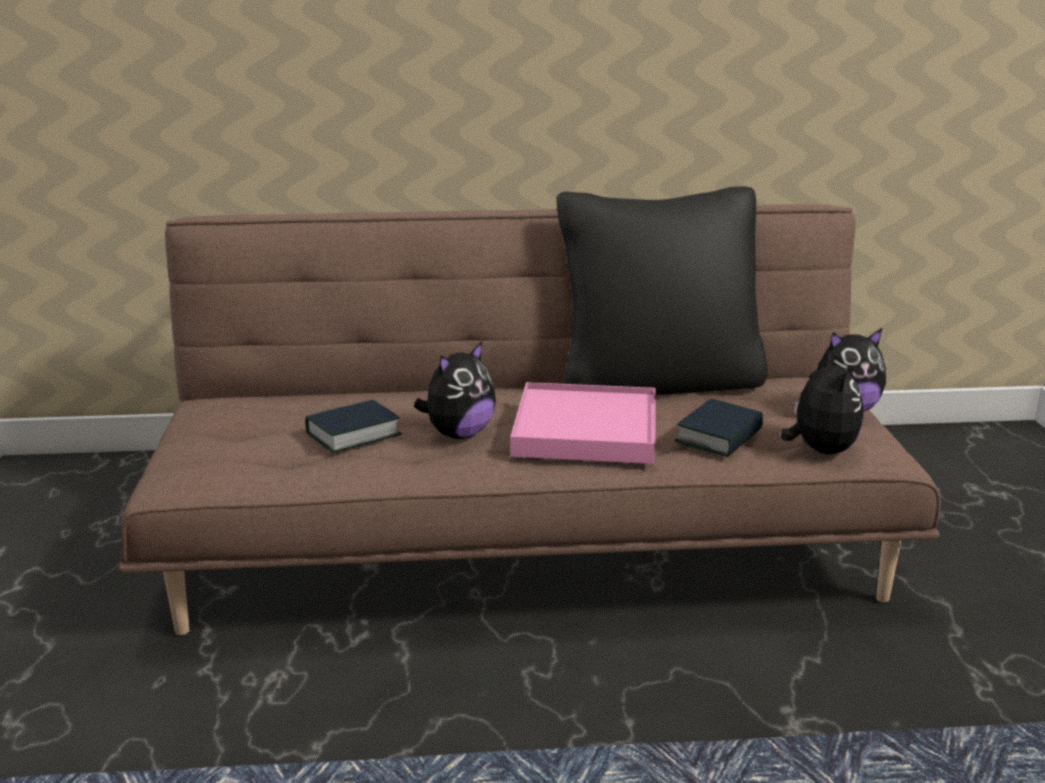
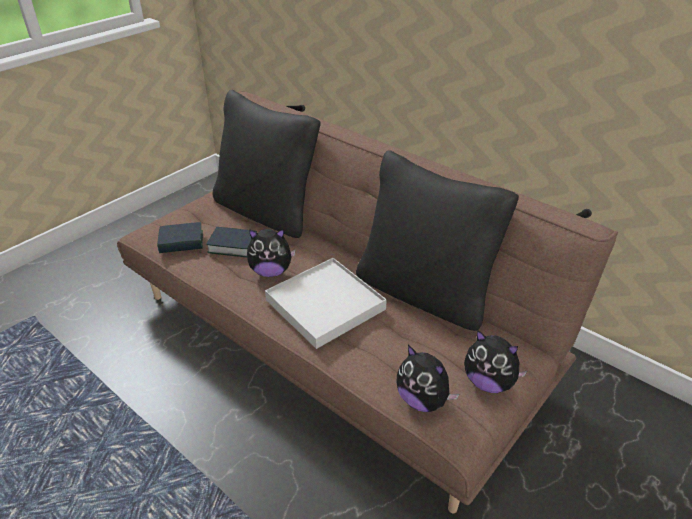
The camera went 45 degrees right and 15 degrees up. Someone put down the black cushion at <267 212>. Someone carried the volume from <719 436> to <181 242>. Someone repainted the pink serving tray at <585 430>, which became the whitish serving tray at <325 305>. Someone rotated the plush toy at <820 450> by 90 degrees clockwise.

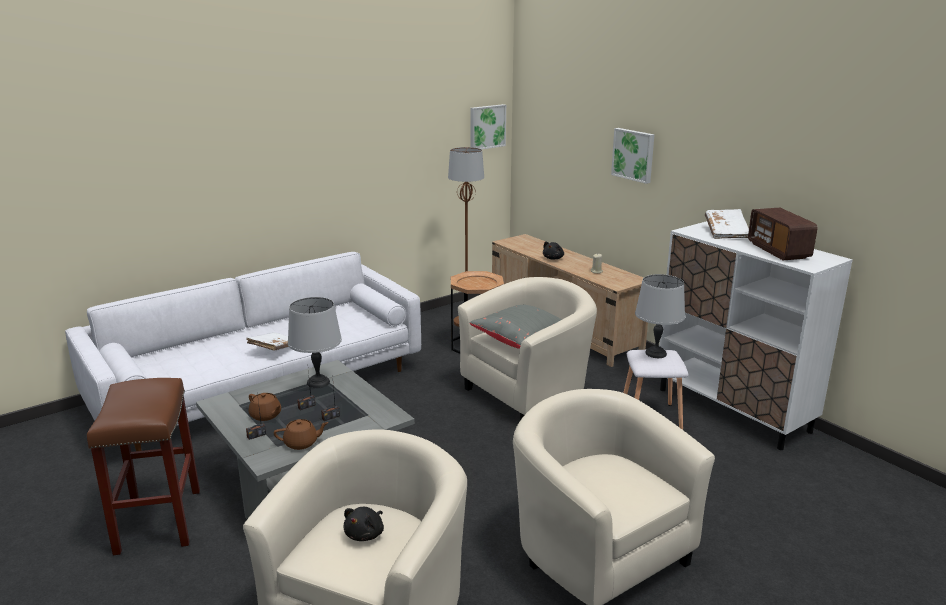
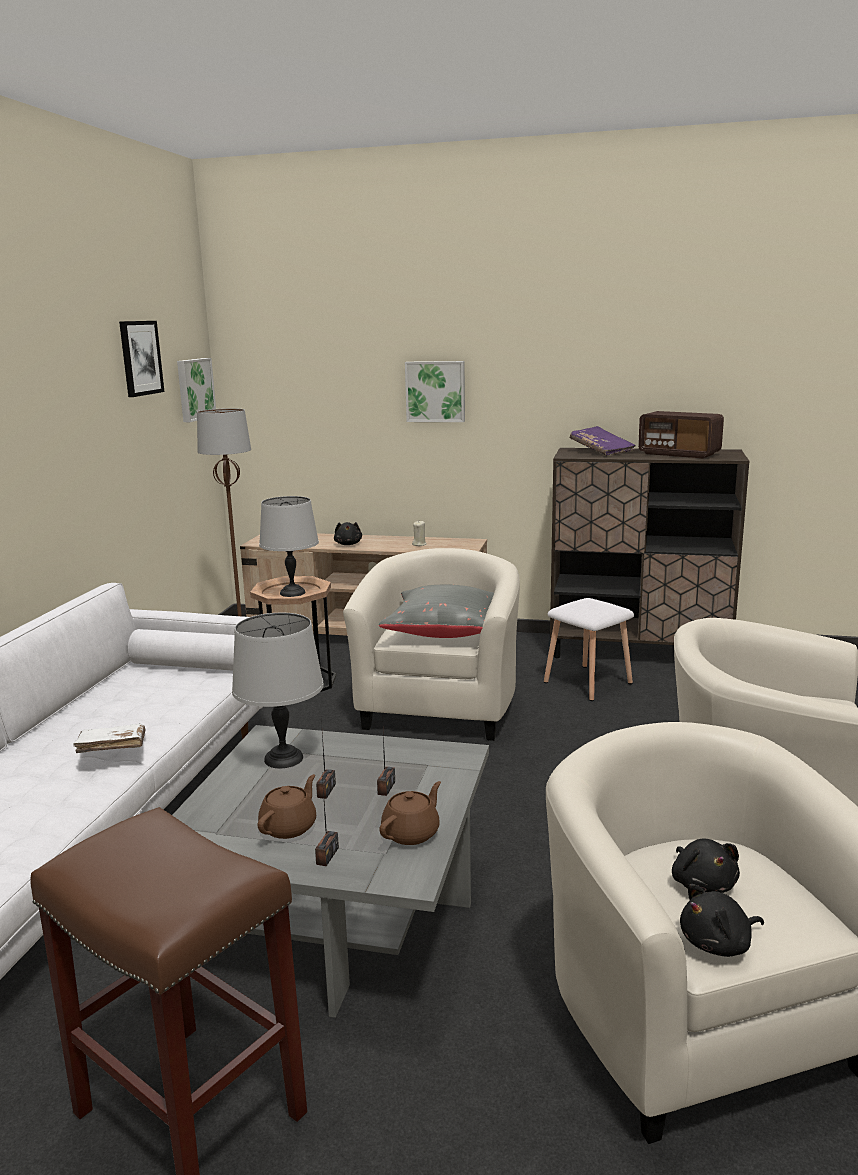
The camera went 40 degrees left and 5 degrees down. Someone put up the picture at <140 358>. Someone put down the black plush toy at <718 944>. Someone carried the greyish table lamp from <656 353> to <293 592>. Someone repainted the whitish storage cabinet at <733 410>, which became the brownish storage cabinet at <639 652>. Someone repainted the whitish volume at <726 232>, which became the purple-coloured volume at <601 451>. Someone rotated the brownish teapot at <266 416> by 60 degrees counterclockwise.

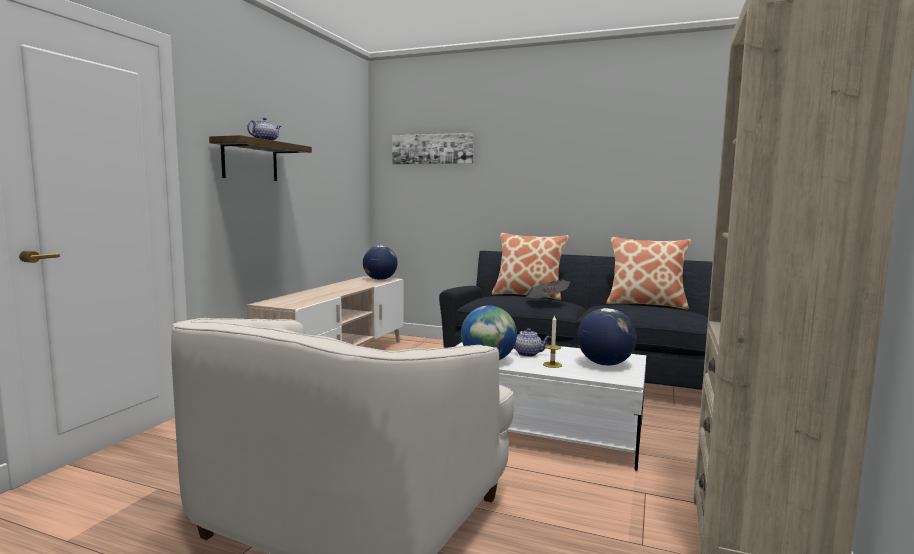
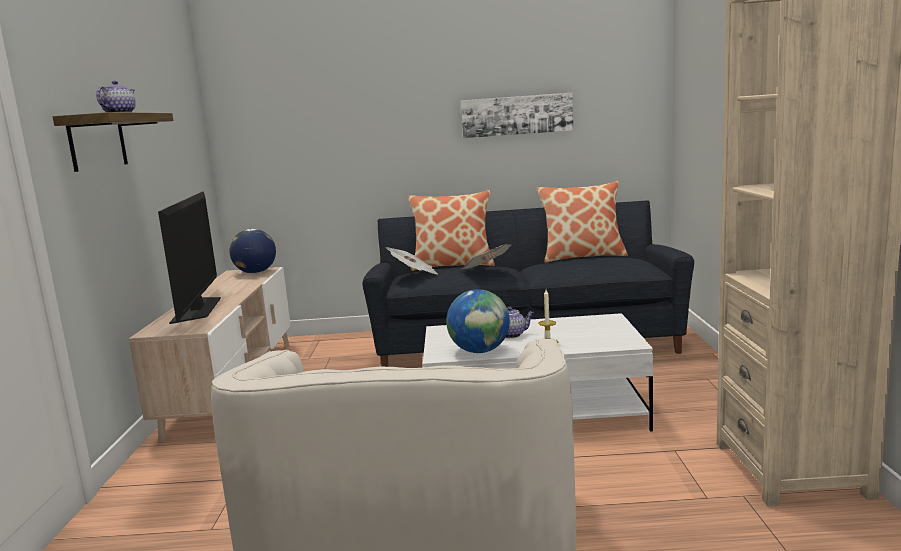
The camera went 20 degrees left and 5 degrees up. Someone took away the globe at <604 364>. Someone put down the TV set at <197 309>. Someone put down the daily paper at <414 274>. Someone carried the picture from <432 149> to <516 115>.

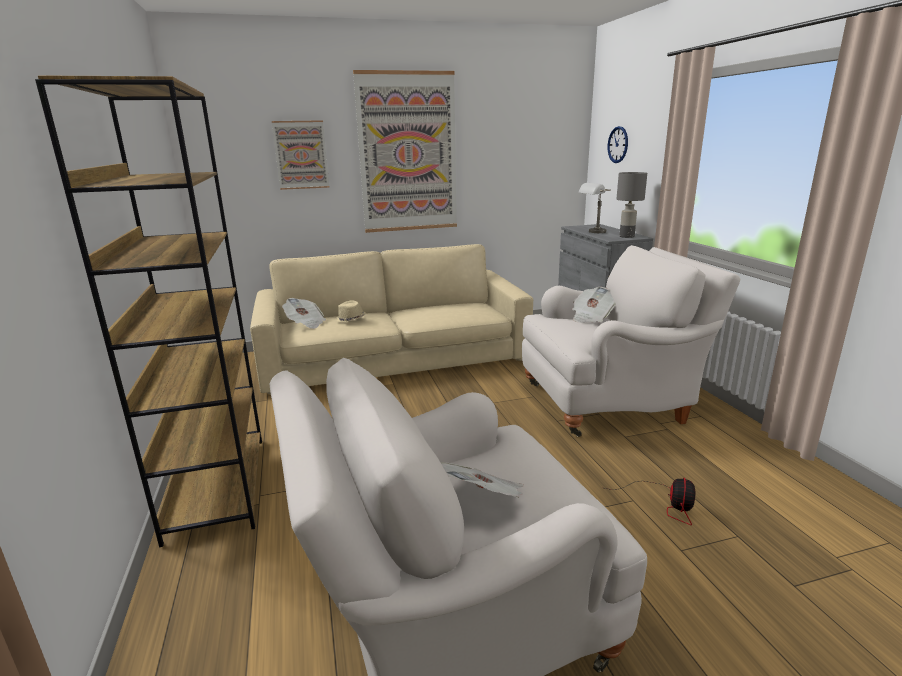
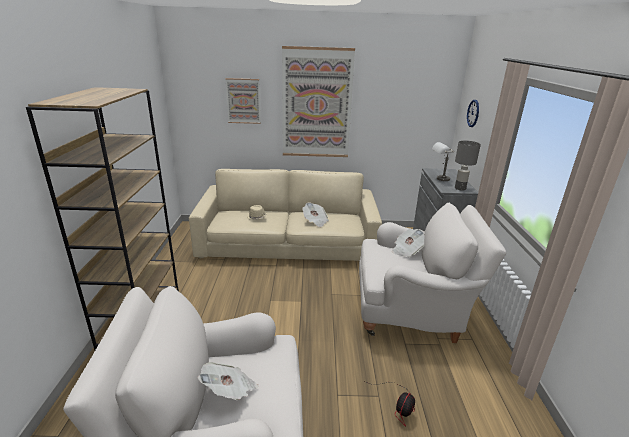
The camera went 15 degrees right and 5 degrees up. Someone carried the daily paper from <305 323> to <315 221>.

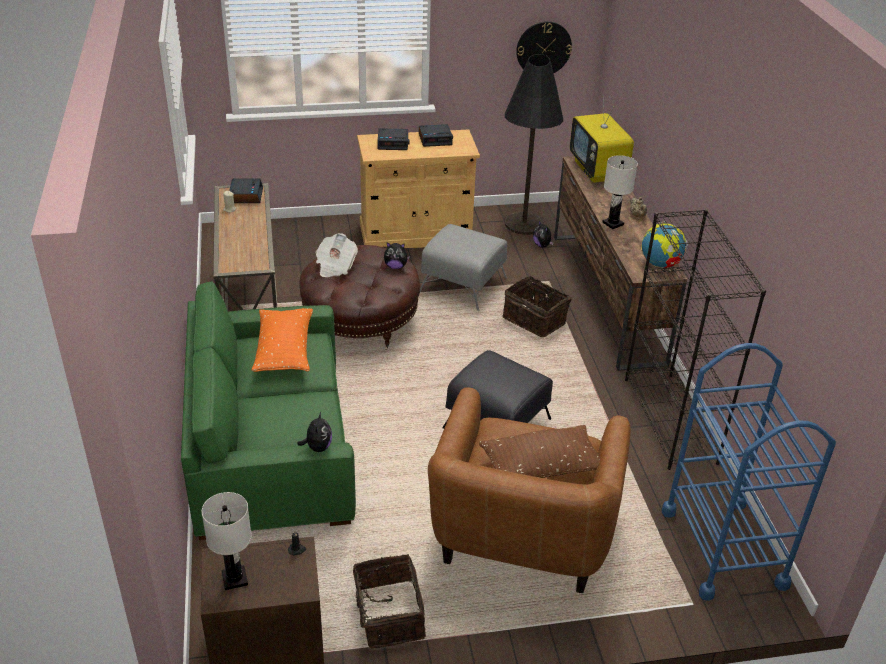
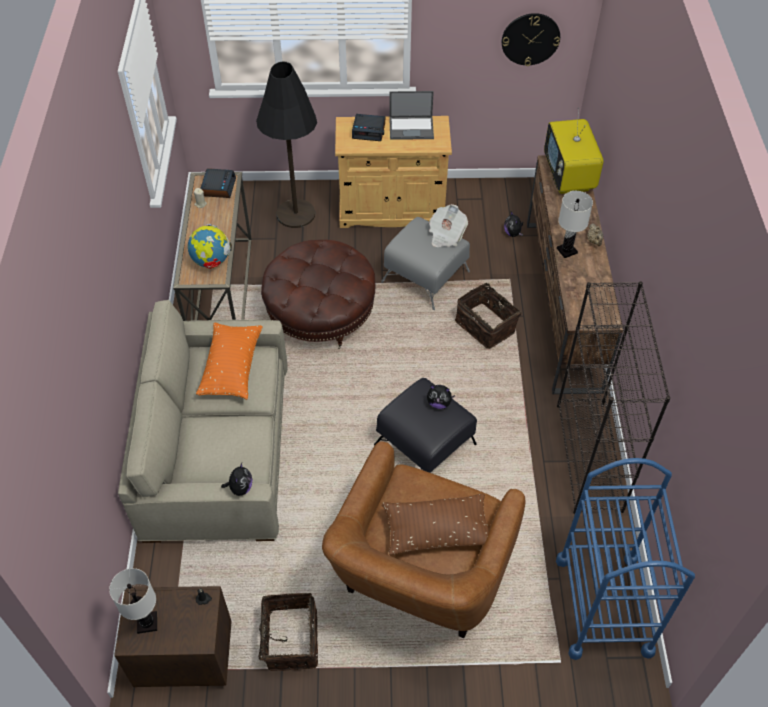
The camera went 10 degrees right and 15 degrees up. Someone carried the daily paper from <335 266> to <446 235>. Someone carried the plush toy from <395 266> to <439 403>. Someone carried the black floor lamp from <524 224> to <295 214>. Someone carried the globe from <660 264> to <212 261>. Someone swapped the bedside clock at <435 139> for the laptop at <412 128>. Someone repainted the greenish couch at <269 445>, which became the beige couch at <216 448>.

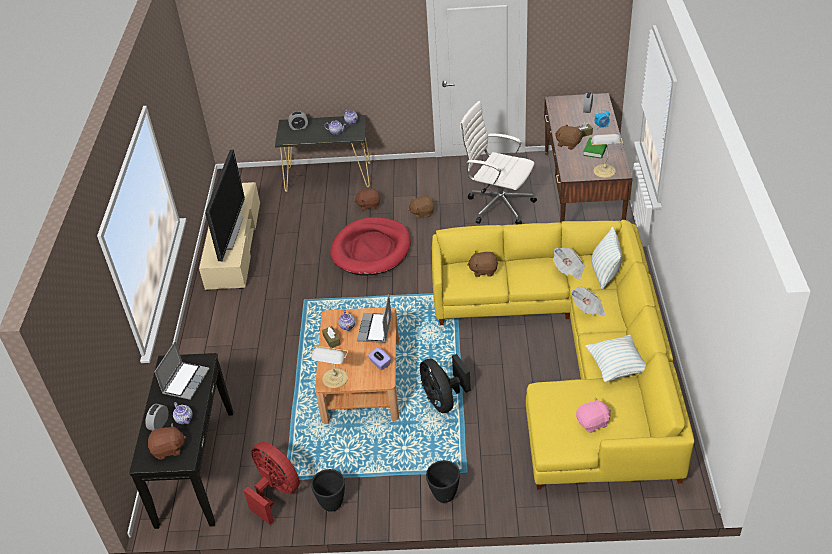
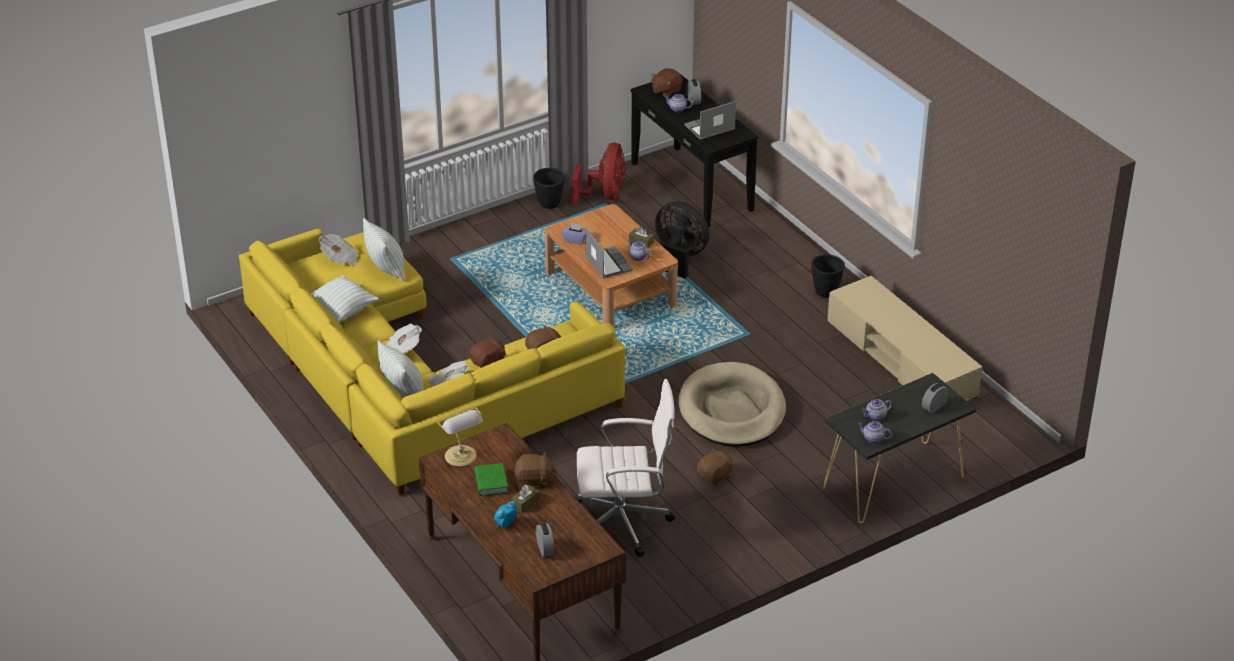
The camera went 145 degrees right and 5 degrees down. Someone took away the TV set at <230 233>. Someone took away the table lamp at <334 379>. Someone put down the cushion at <386 269>. Someone carried the brownish plush toy from <368 205> to <488 364>. Someone carried the black electric fan from <443 399> to <679 257>. Someone carried the black flower pot from <444 495> to <826 292>. Someone swapped the pink plush toy at <593 423> for the daily paper at <340 259>. Someone repainted the red-coloured dog cushion at <371 249>, which became the beige dog cushion at <732 410>. Someone rotated the laptop at <185 381> by 75 degrees clockwise. Someone rotated the red-coloured electric fan at <275 492> by 90 degrees counterclockwise.

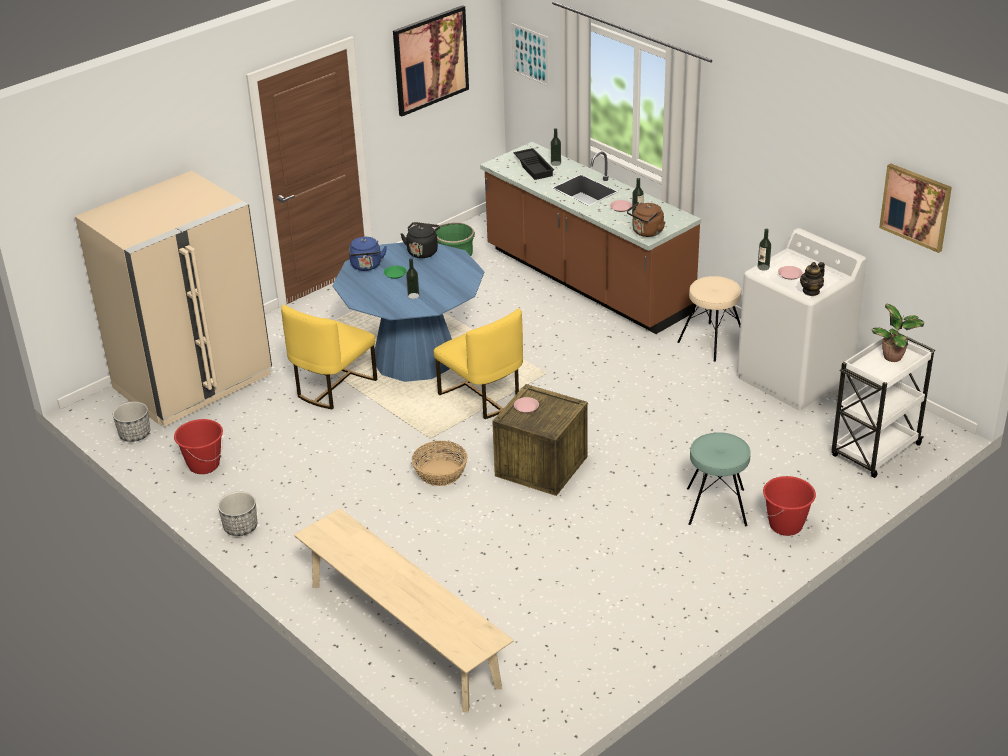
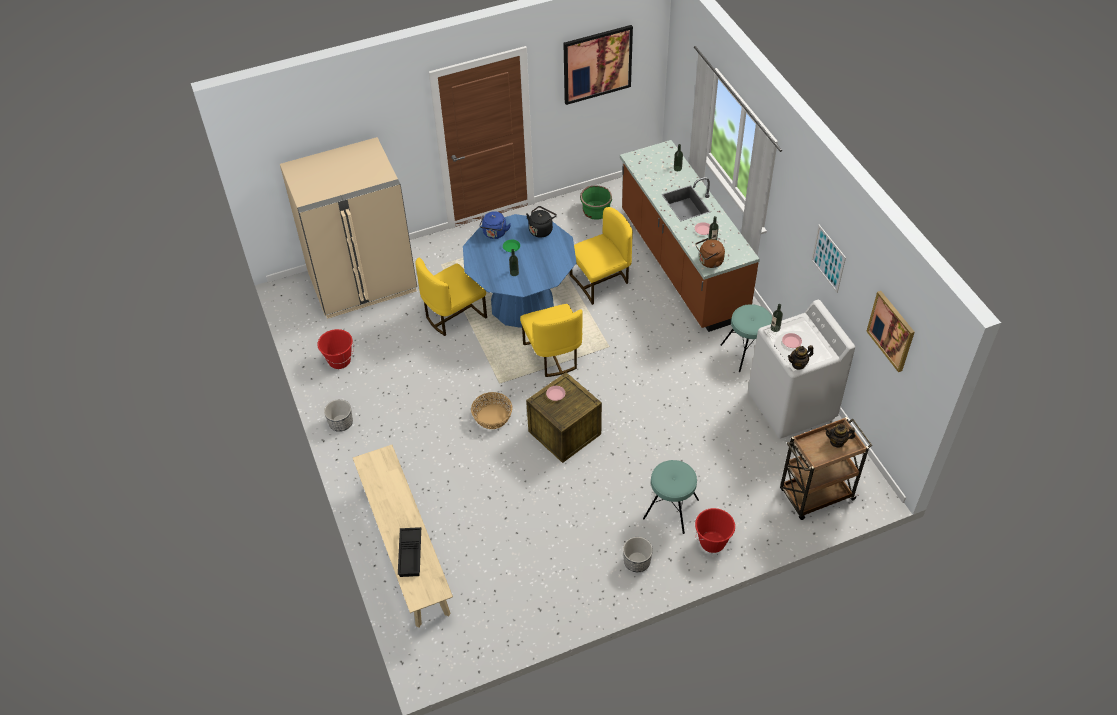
The camera went 20 degrees right and 15 degrees up. Someone put down the yellow-coloured chair at <601 281>. Someone carried the flower pot from <135 435> to <637 562>. Someone carried the picture from <530 54> to <828 258>. Someone carried the black serving tray from <534 167> to <411 554>. Someone swapped the plant in a pot at <894 357> for the teapot at <837 442>. Someone repainted the beige stool at <712 342>, which became the blue-green stool at <747 352>. Someone repainted the whitish cart at <875 451>, which became the brownish cart at <815 495>.

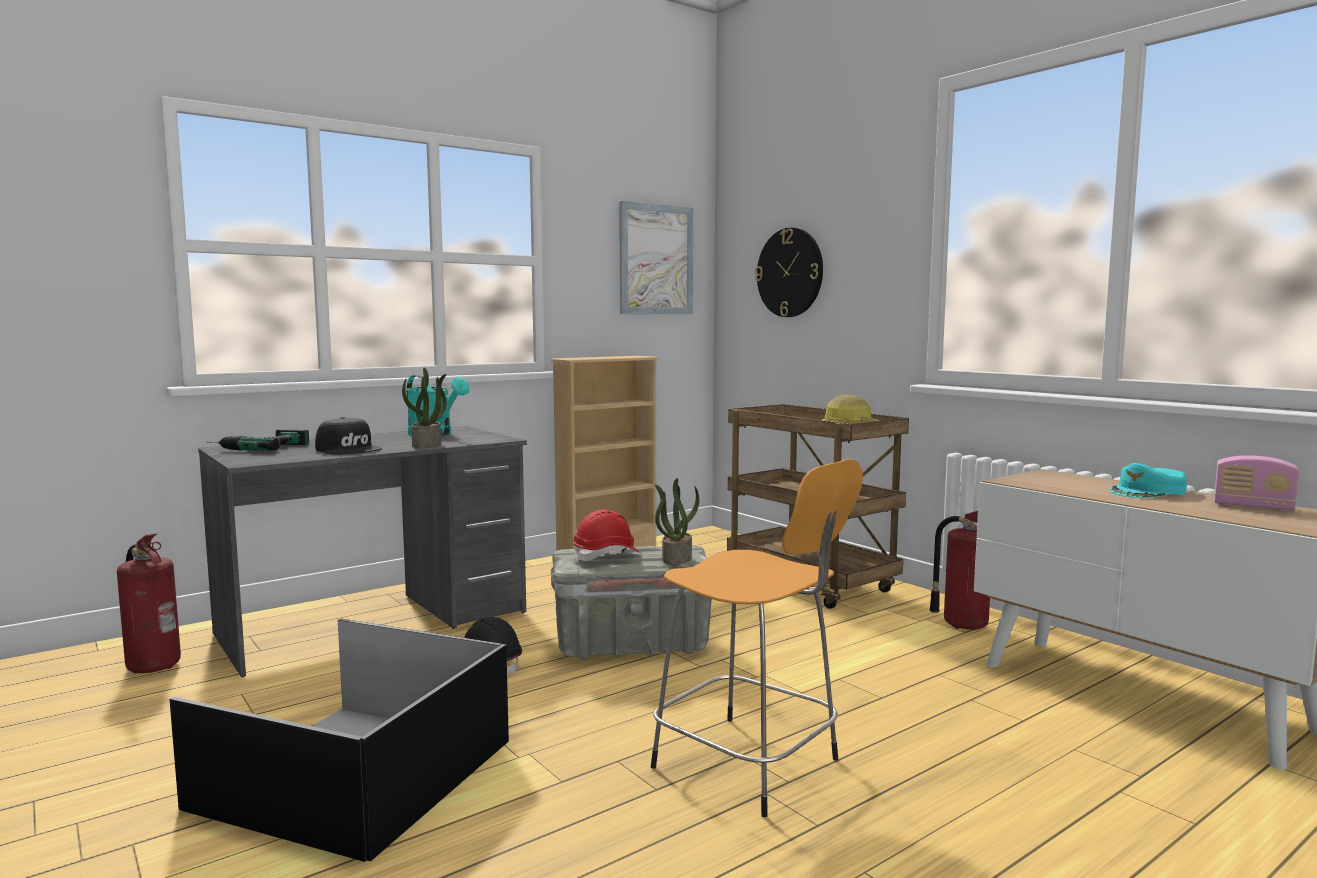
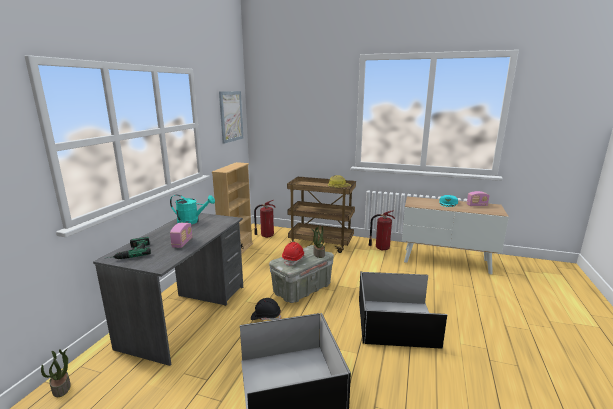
The camera went 35 degrees left and 10 degrees up. Someone took away the hanging clock at <790 272>. Someone carried the fire-fighting cylinder from <153 666> to <266 235>. Someone carried the plant in a pot from <427 445> to <62 388>. Someone swapped the black baseball cap at <349 449> for the radio set at <182 243>. Someone swapped the orange stool at <751 766> for the black storage bin at <396 322>.

